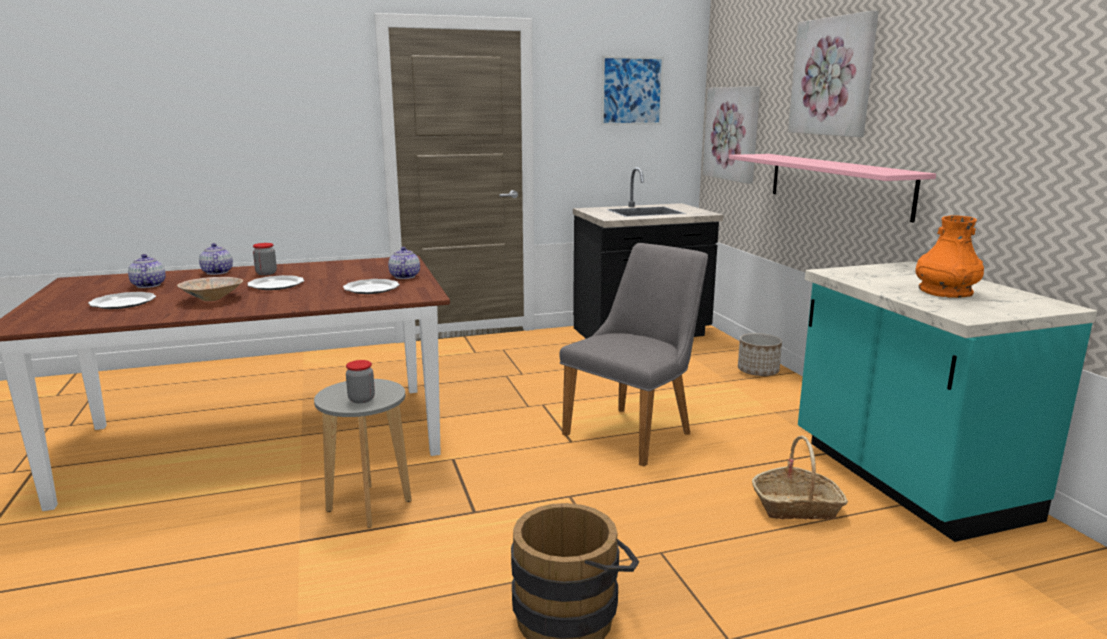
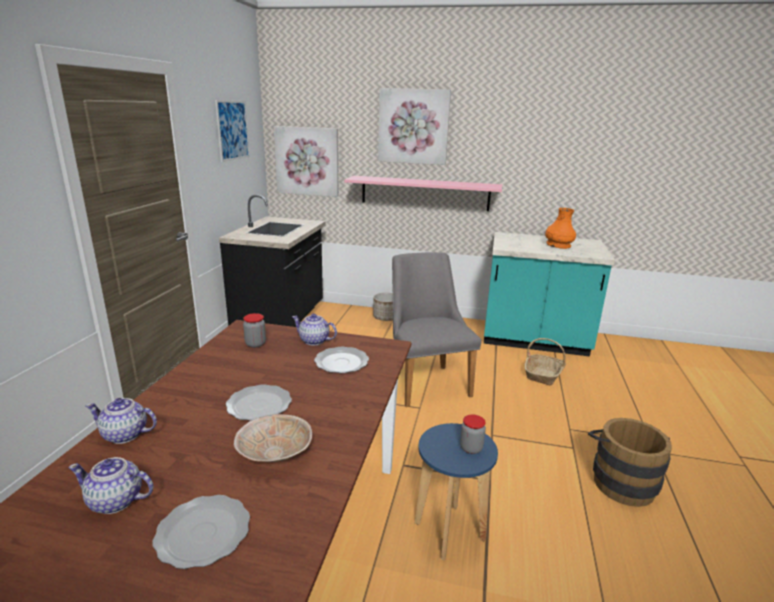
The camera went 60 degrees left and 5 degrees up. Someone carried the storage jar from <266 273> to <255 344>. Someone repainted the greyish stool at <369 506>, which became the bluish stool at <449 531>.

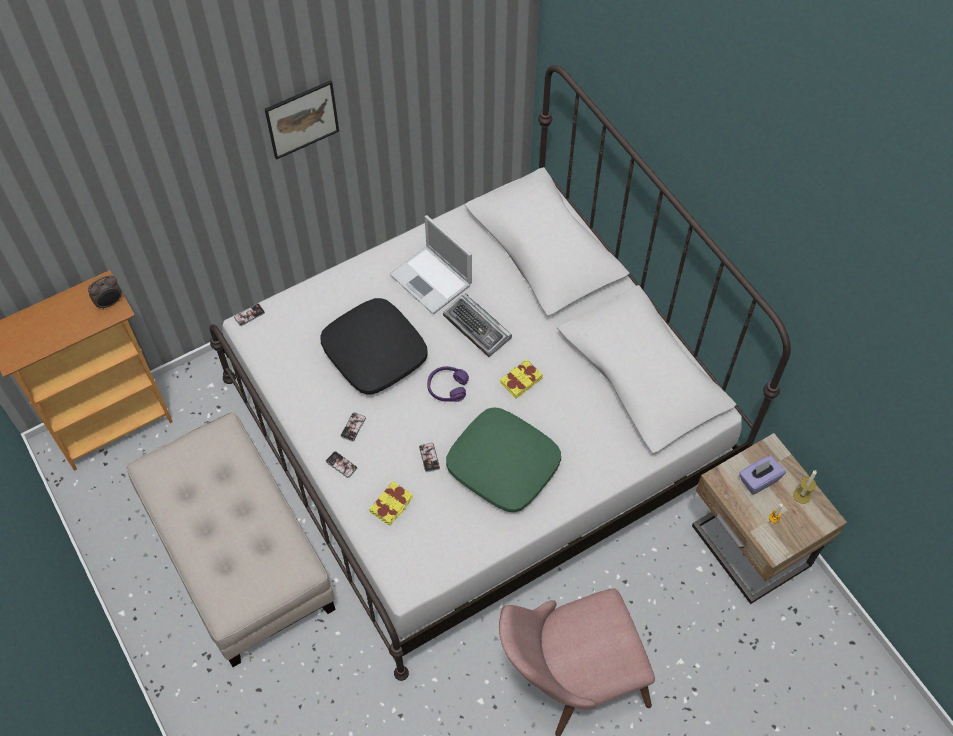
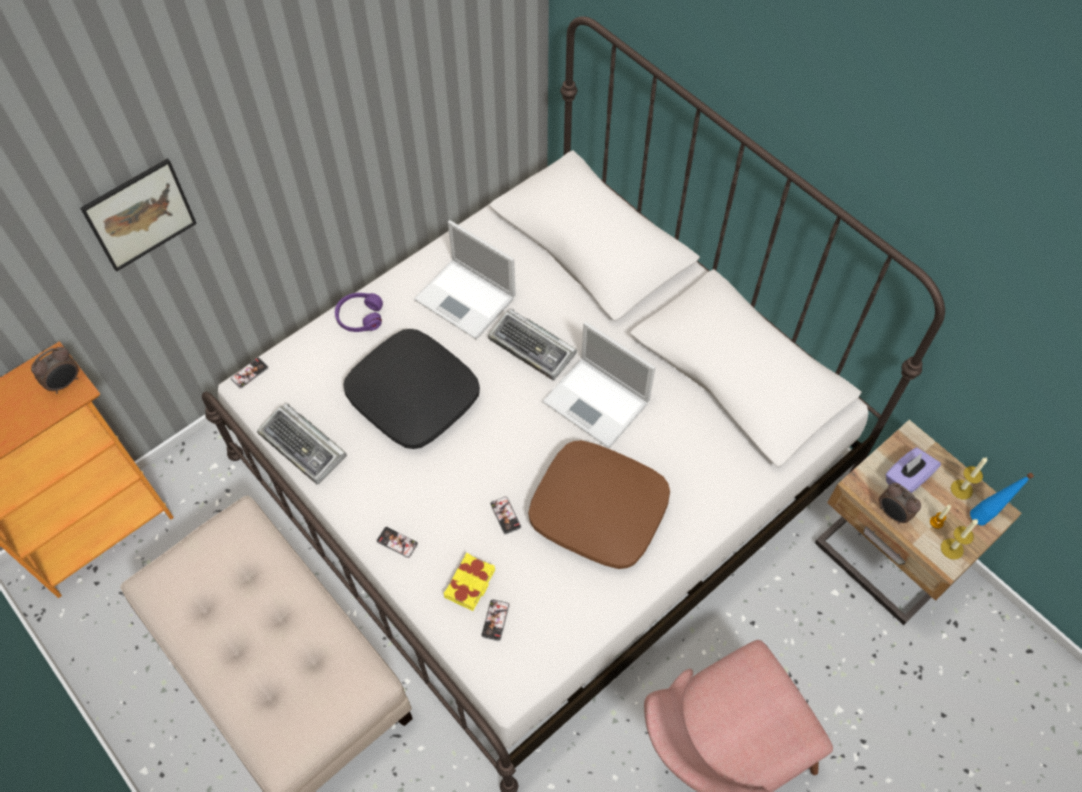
The camera went 10 degrees left and 0 degrees up. Someone put down the computer keyboard at <304 447>. Someone put down the bedside clock at <892 514>. Someone put down the candle at <952 549>. Someone put down the bluish beverage bottle at <986 514>. Someone carried the picture from <302 119> to <140 214>. Someone carried the handset from <353 427> to <495 620>. Someone carried the purple-coloured pair of headphones from <447 387> to <360 317>. Someone swapped the yellow-coloured volume at <520 380> for the laptop at <597 403>. Someone repainted the greenish cushion at <504 465>, which became the brownish cushion at <599 510>.

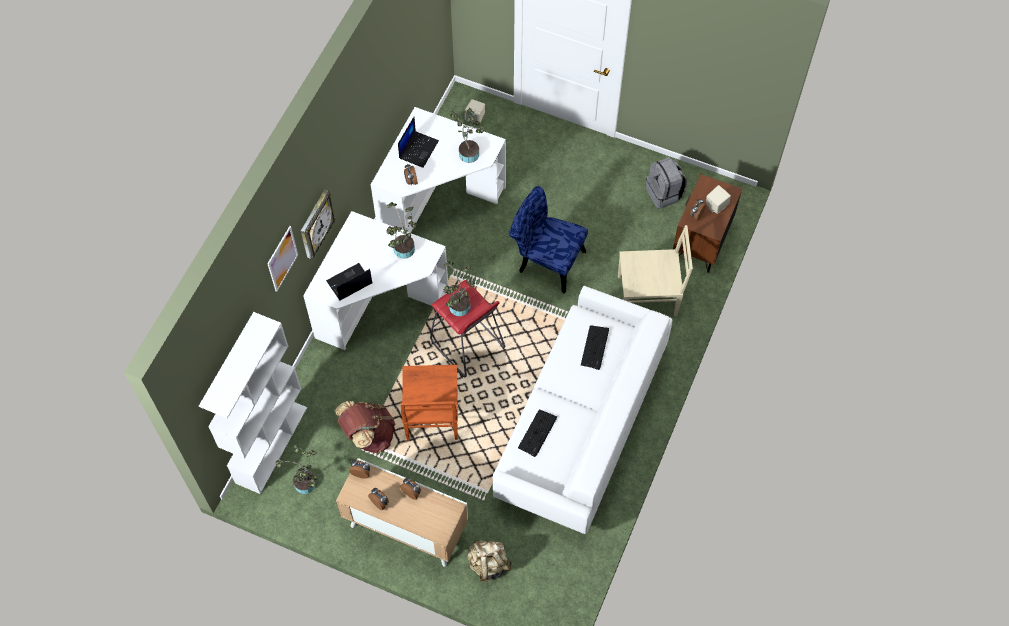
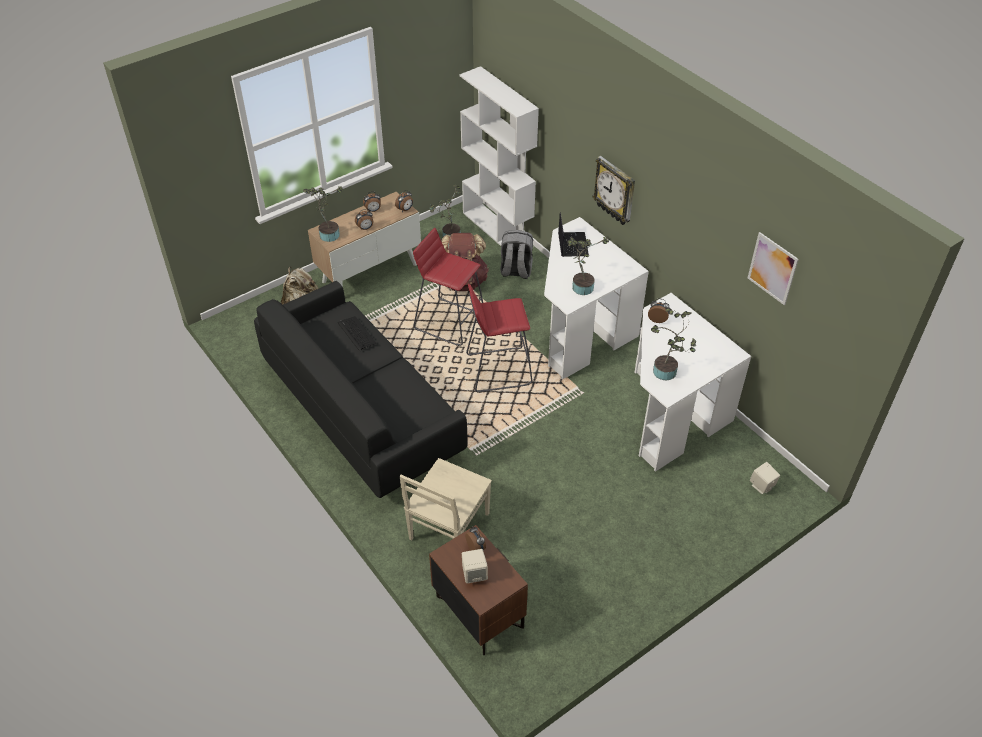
The camera went 120 degrees right and 15 degrees down. Someone took away the laptop at <418 149>. Someone took away the bluish chair at <546 260>. Someone took away the computer keyboard at <595 347>. Someone carried the picture from <282 258> to <772 268>. Someone carried the plant in a pot from <458 309> to <328 234>. Someone carried the greyish backpack from <664 193> to <515 271>. Someone swapped the brownish chair at <431 415> for the red-coloured stool at <449 321>. Someone repainted the whitish couch at <579 424>, which became the black couch at <363 410>.

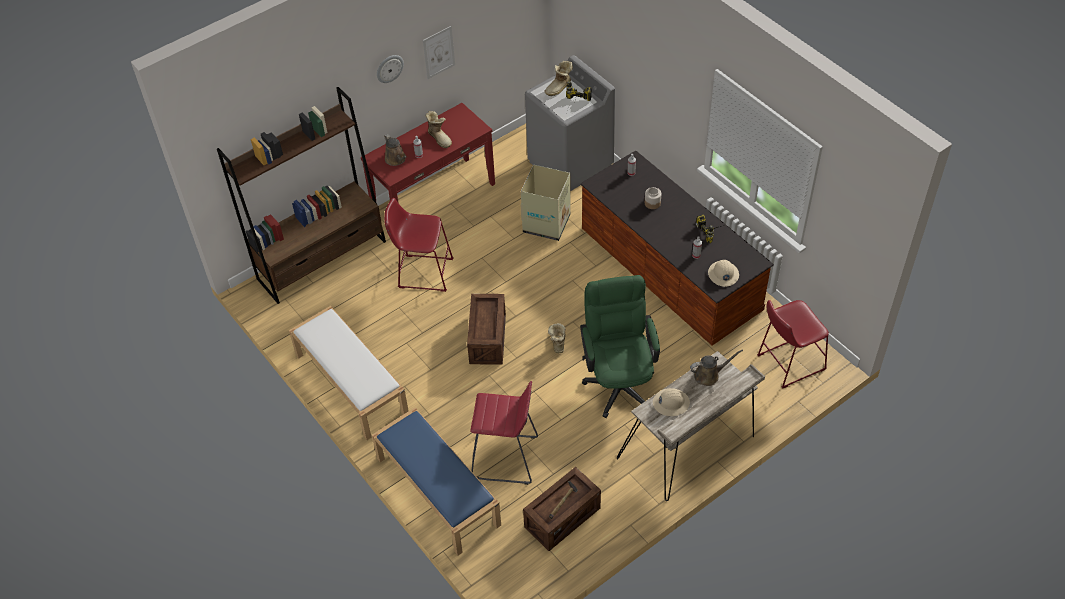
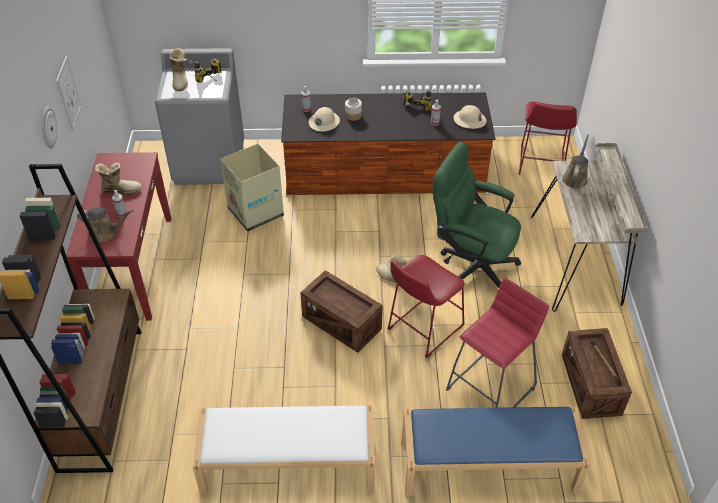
The camera went 55 degrees left and 5 degrees down. Someone carried the red-coloured stool from <422 272> to <422 329>. Someone carried the beige hard hat from <671 403> to <324 122>.

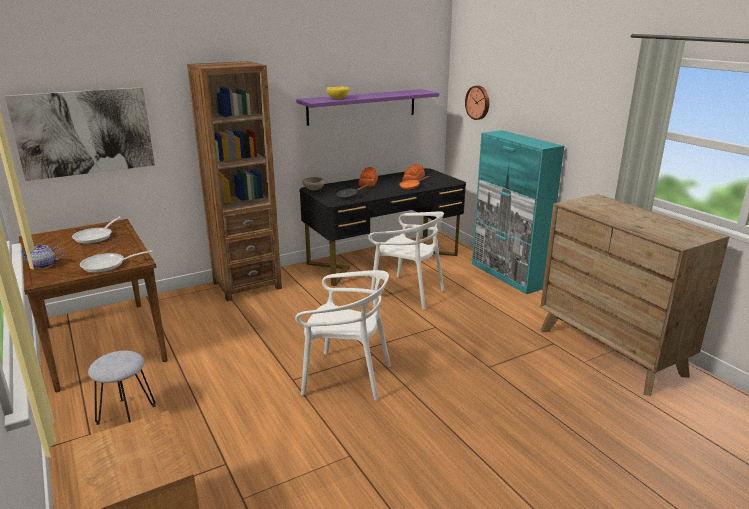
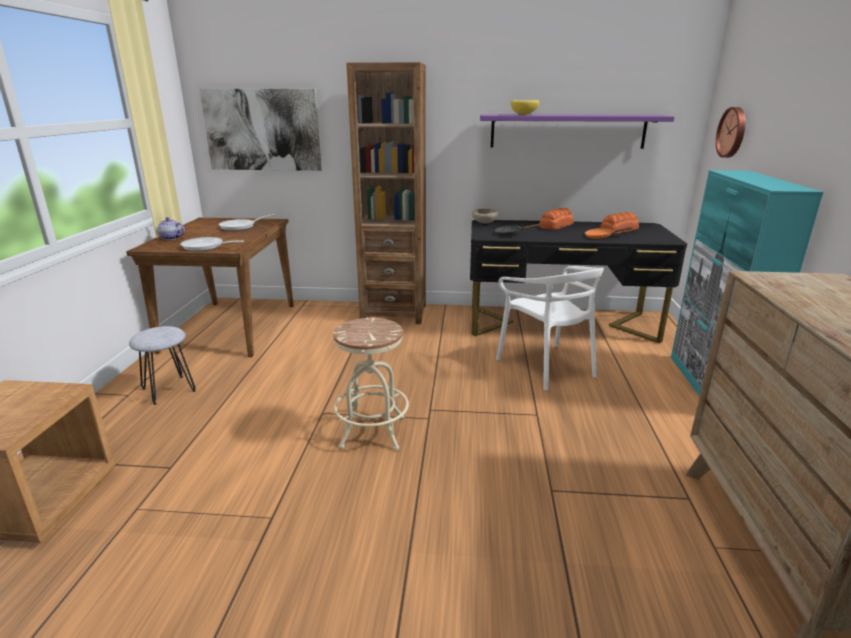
The camera went 35 degrees right and 0 degrees up. Someone swapped the whitish chair at <346 377> for the beige stool at <372 432>.

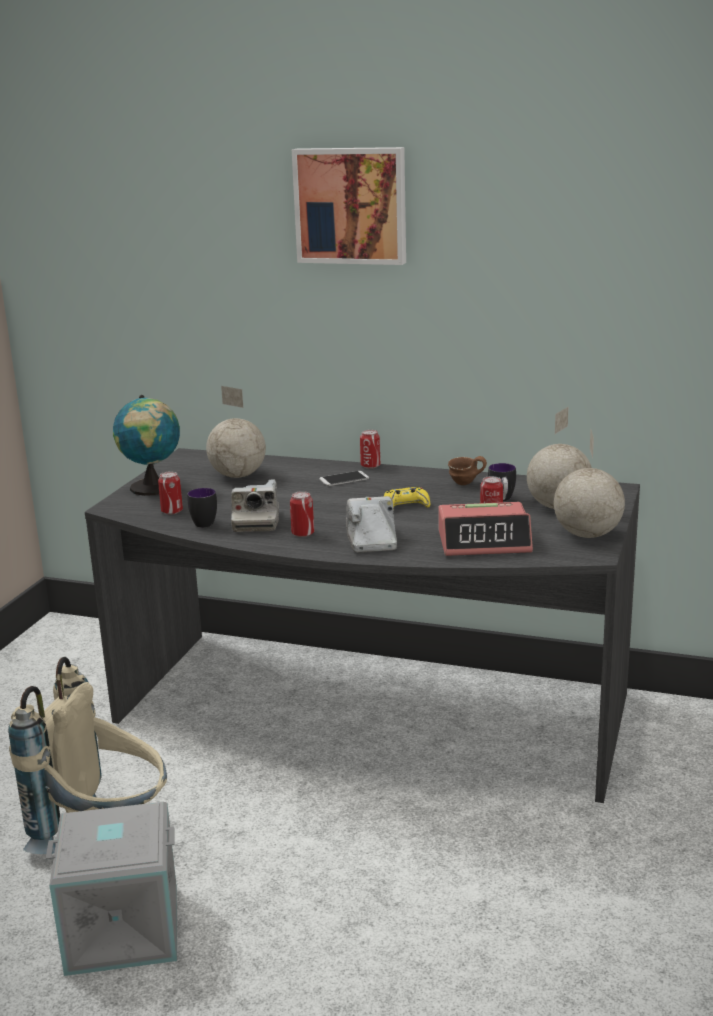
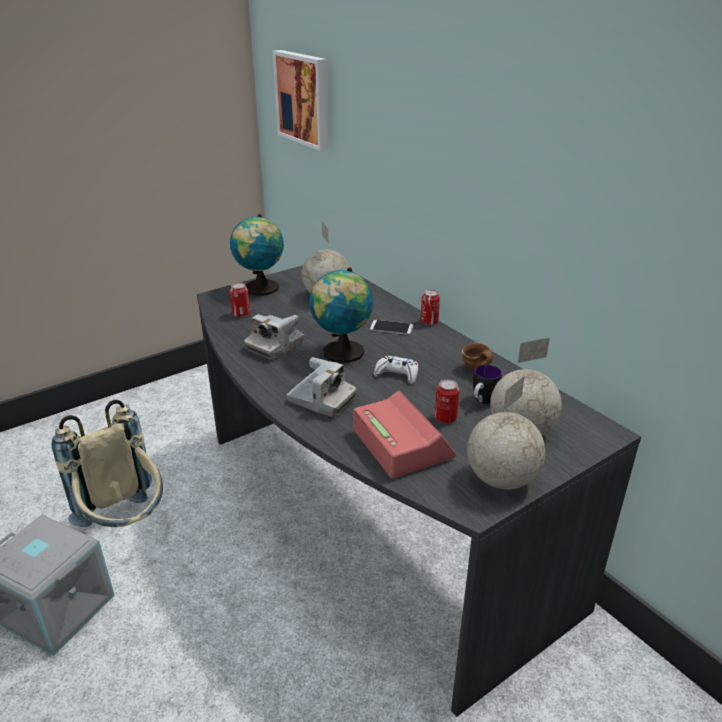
The camera went 35 degrees right and 10 degrees up. Someone took away the tea mug at <203 522>. Someone took away the can at <303 533>. Someone put down the globe at <341 353>. Someone carried the picture from <351 205> to <304 99>. Someone repainted the yellow-coloured game controller at <405 506>, which became the whitish game controller at <397 374>. Someone rotated the still camera at <371 540> by 90 degrees clockwise. Someone rotated the bedside clock at <484 542> by 150 degrees counterclockwise.

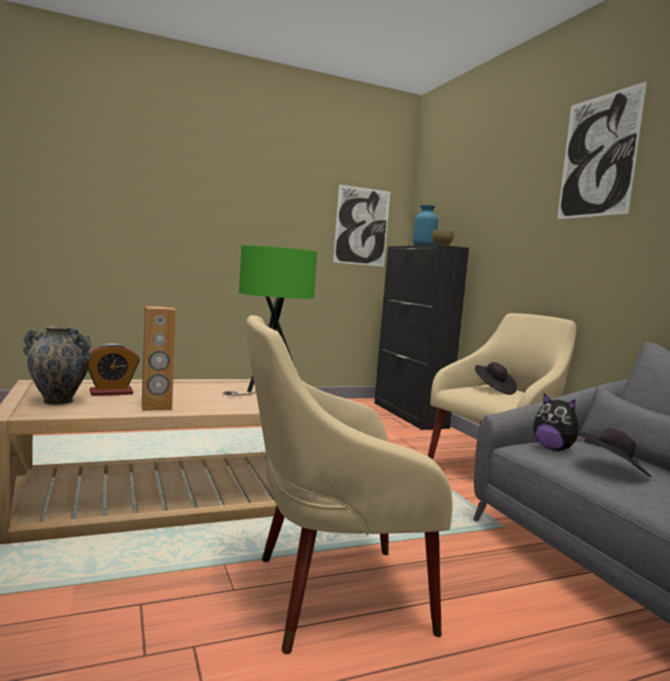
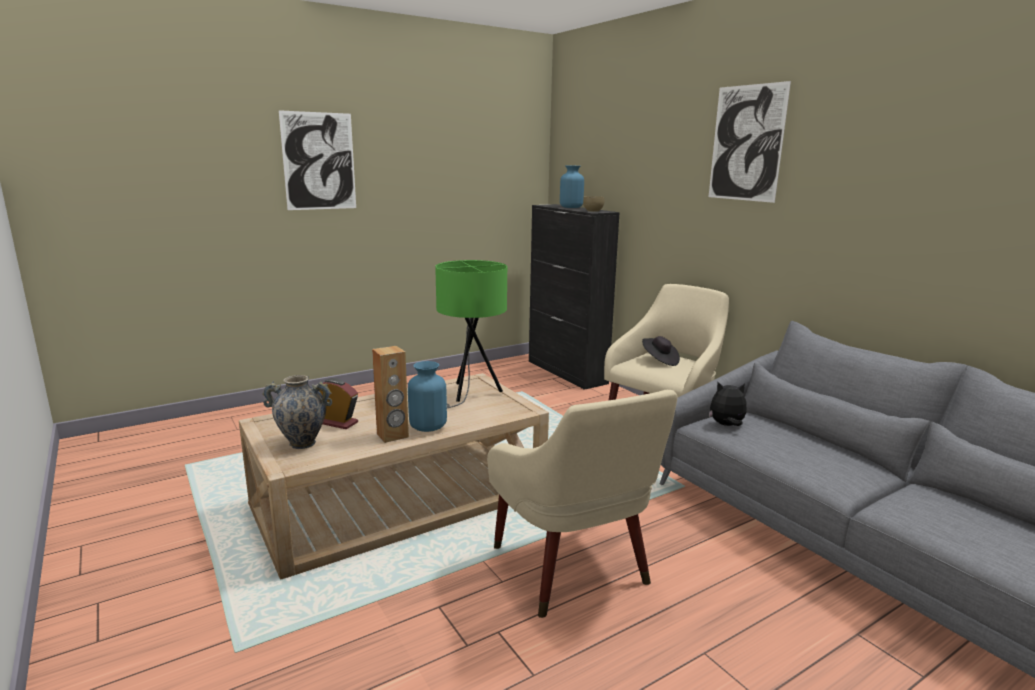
The camera went 10 degrees left and 10 degrees up. Someone took away the black hat at <612 470>. Someone put down the bluish decorative vase at <428 426>. Someone carried the picture from <362 226> to <319 161>. Someone rotated the bedside clock at <111 392> by 120 degrees counterclockwise. Someone rotated the beige easy chair at <327 594> by 90 degrees counterclockwise. Someone rotated the plush toy at <554 449> by 150 degrees clockwise.

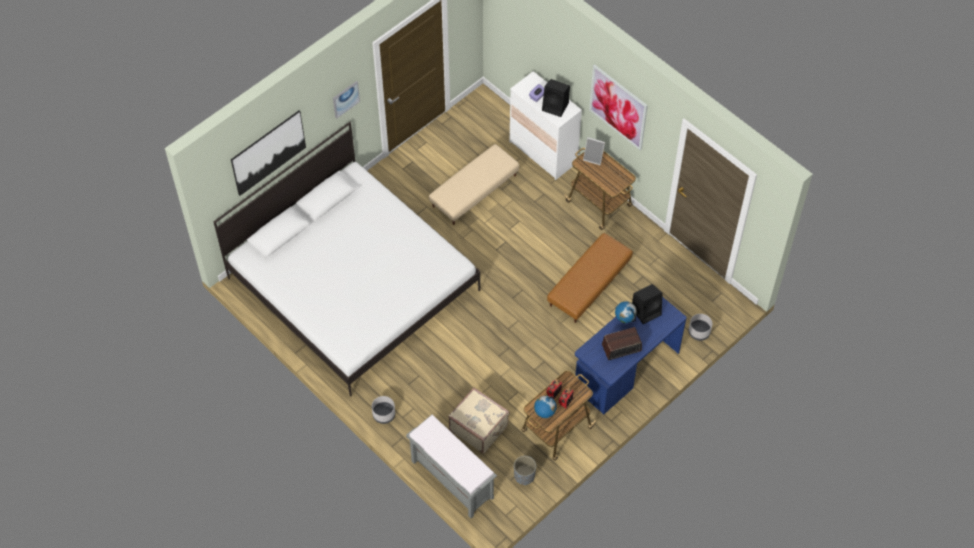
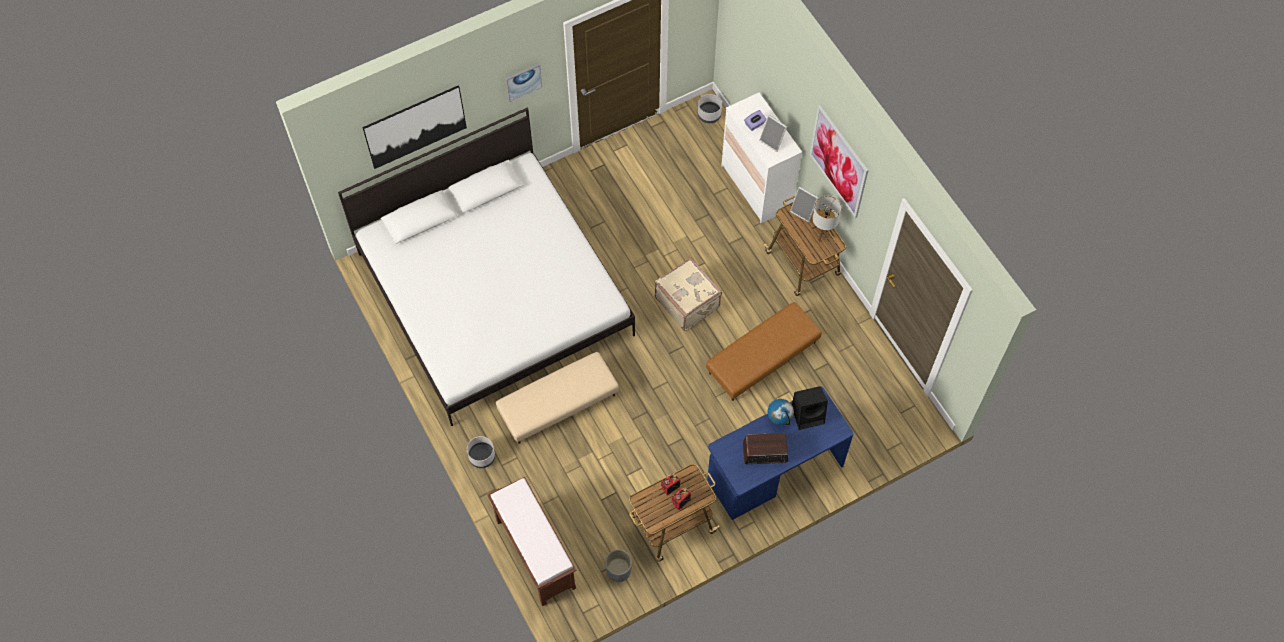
The camera went 15 degrees right and 5 degrees up. Someone took away the globe at <544 414>. Someone put down the table lamp at <823 232>. Someone carried the beige ottoman from <474 190> to <558 403>. Someone carried the beige piece of luggage from <479 427> to <687 302>. Someone carried the greyish flower pot from <699 332> to <709 114>. Someone swapped the black audio speaker at <556 106> for the standing frame at <773 141>. Someone repainted the greyish bench at <451 479>, which became the brownish bench at <534 553>.

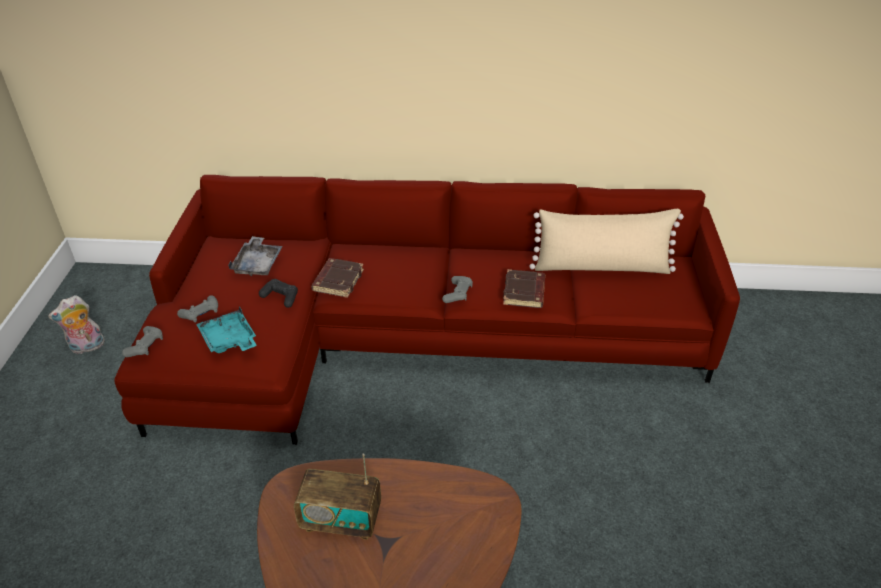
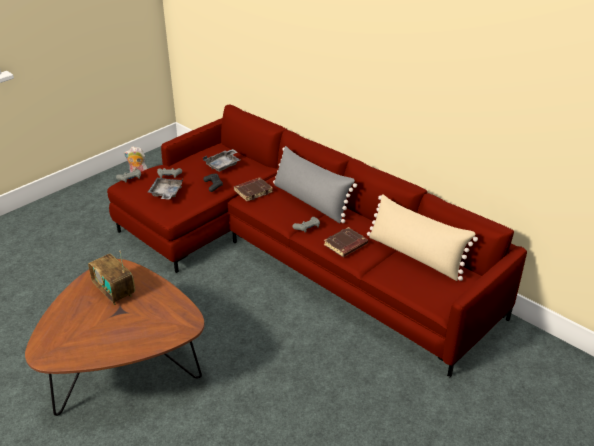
The camera went 40 degrees right and 5 degrees down. Someone put down the greyish cushion at <310 201>. Someone repainted the blue-green serving tray at <229 340>, which became the greyish serving tray at <166 193>.

